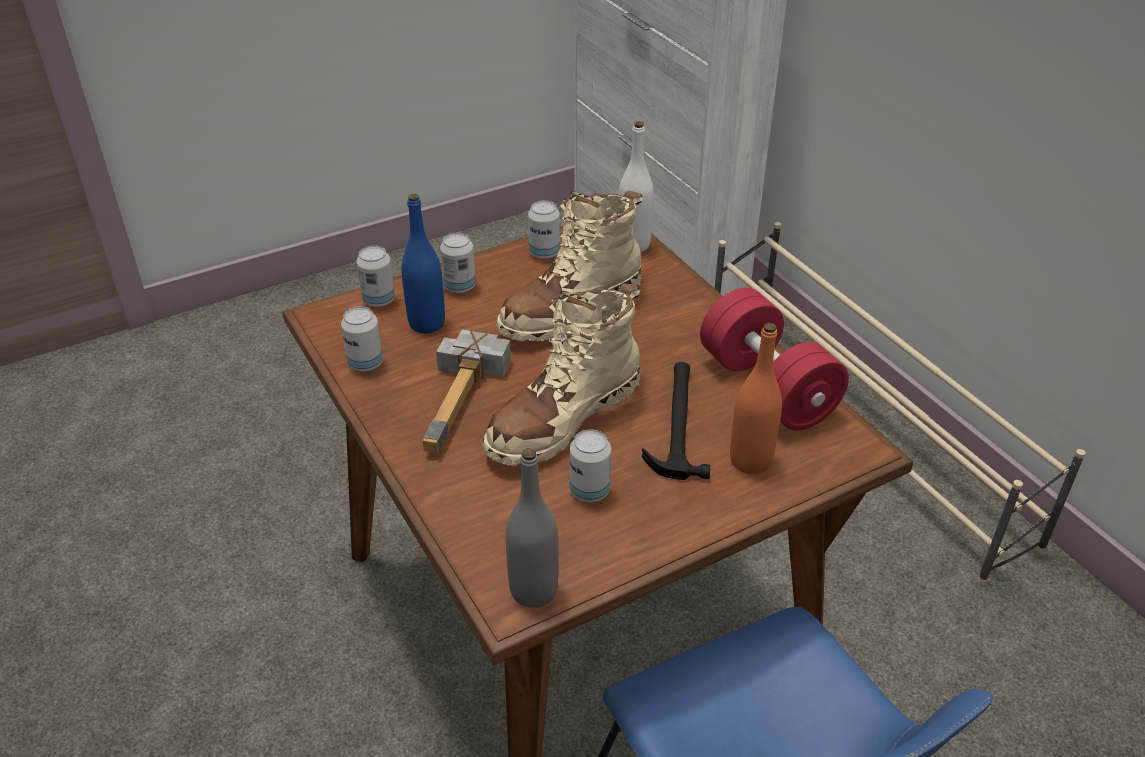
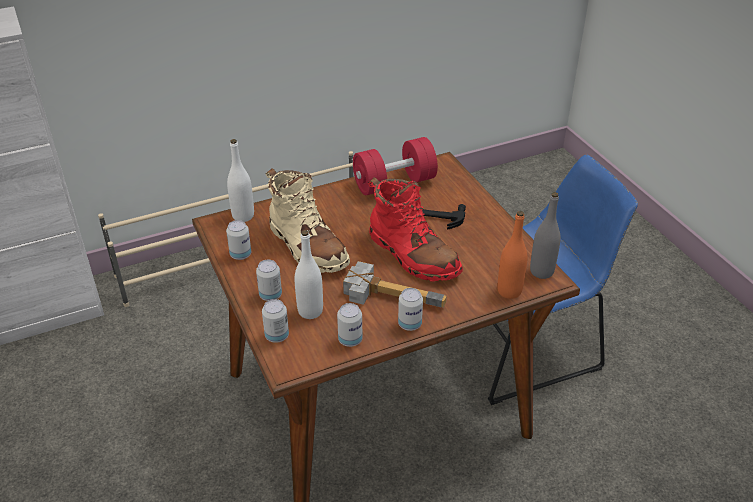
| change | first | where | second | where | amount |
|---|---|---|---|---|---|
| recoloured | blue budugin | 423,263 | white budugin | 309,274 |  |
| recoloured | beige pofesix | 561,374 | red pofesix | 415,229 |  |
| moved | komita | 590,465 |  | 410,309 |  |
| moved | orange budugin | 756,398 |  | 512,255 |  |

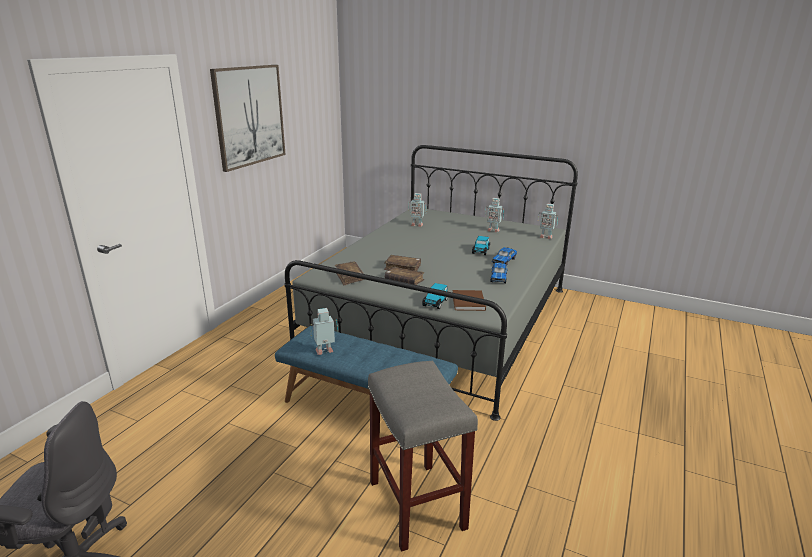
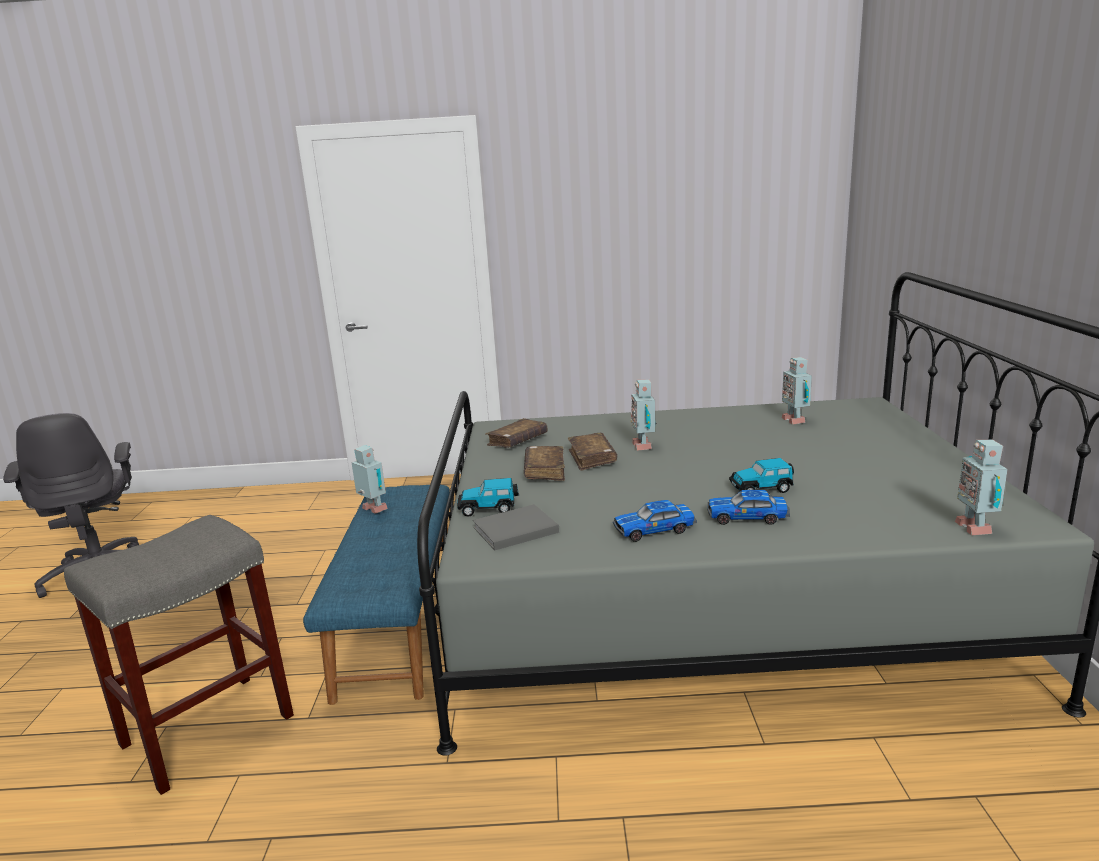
| change | first | where | second | where | amount |
|---|---|---|---|---|---|
| removed | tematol | 248,118 |  |  |  |
| recoloured | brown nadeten | 469,300 | grey nadeten | 516,527 |  |
| moved | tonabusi | 494,215 |  | 643,415 |  |

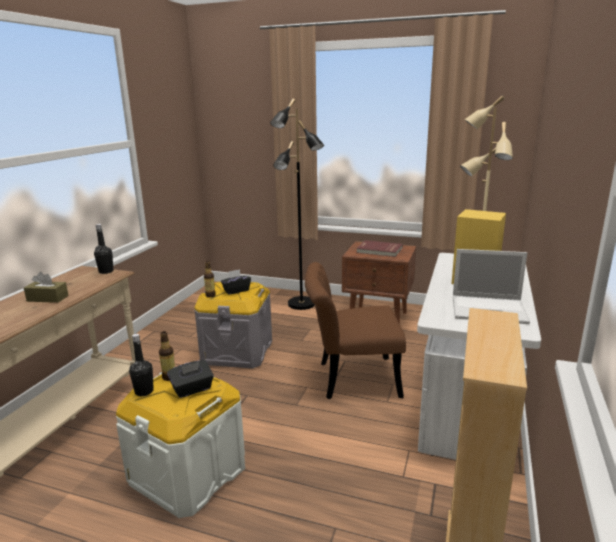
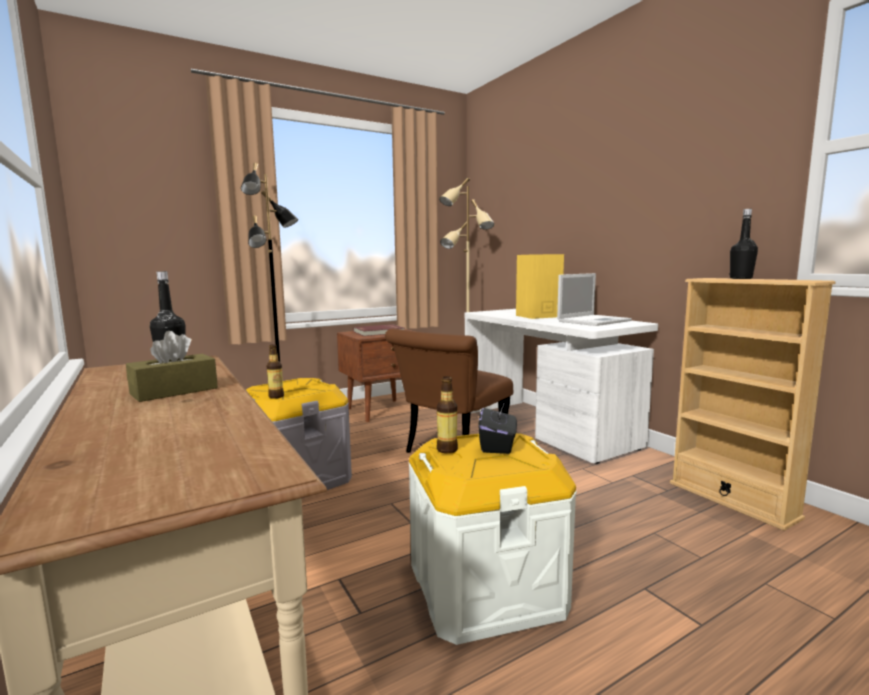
| change | first | where | second | where | amount |
|---|---|---|---|---|---|
| moved | black budugin | 141,365 |  | 743,244 |  |
| removed | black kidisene | 236,281 |  |  |  |

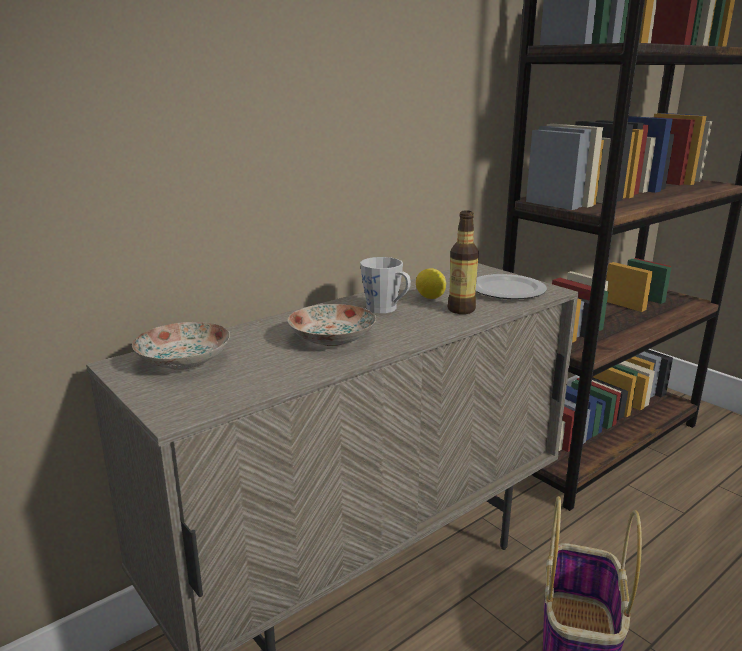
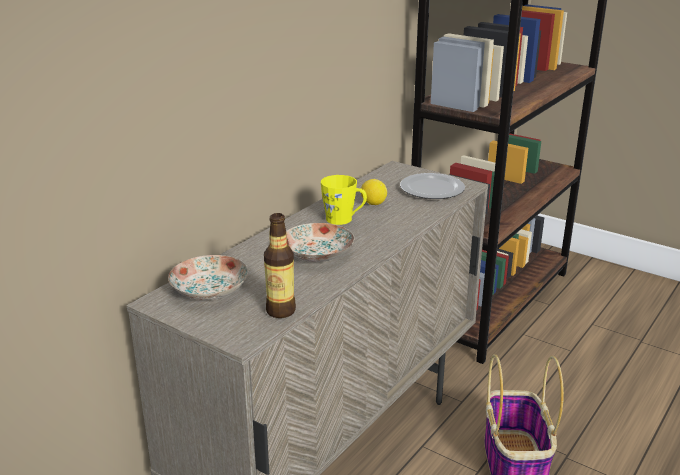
| change | first | where | second | where | amount |
|---|---|---|---|---|---|
| recoloured | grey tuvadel | 385,285 | yellow tuvadel | 344,200 |  |
| moved | budugin | 463,262 |  | 280,265 |  |

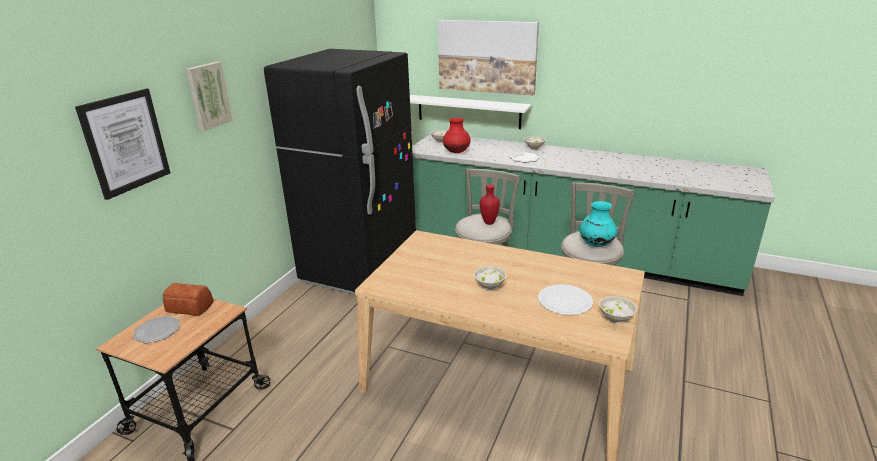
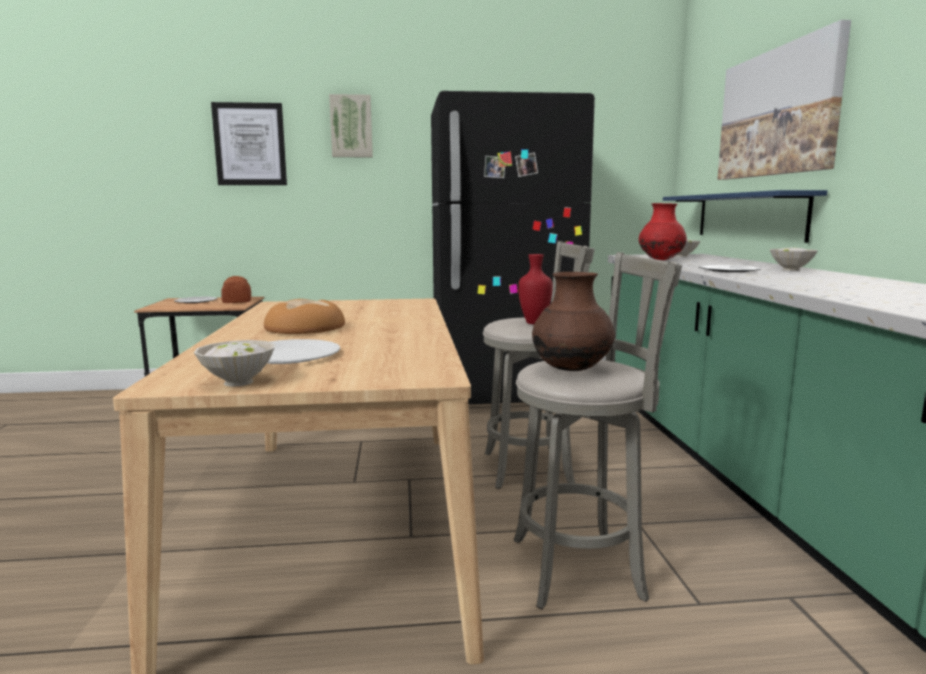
| change | first | where | second | where | amount |
|---|---|---|---|---|---|
| recoloured | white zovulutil | 471,112 | blue zovulutil | 745,216 |  |
| replaced | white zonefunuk | 490,278 | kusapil | 304,316 |  |
| recoloured | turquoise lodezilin | 598,224 | brown lodezilin | 573,321 |  |

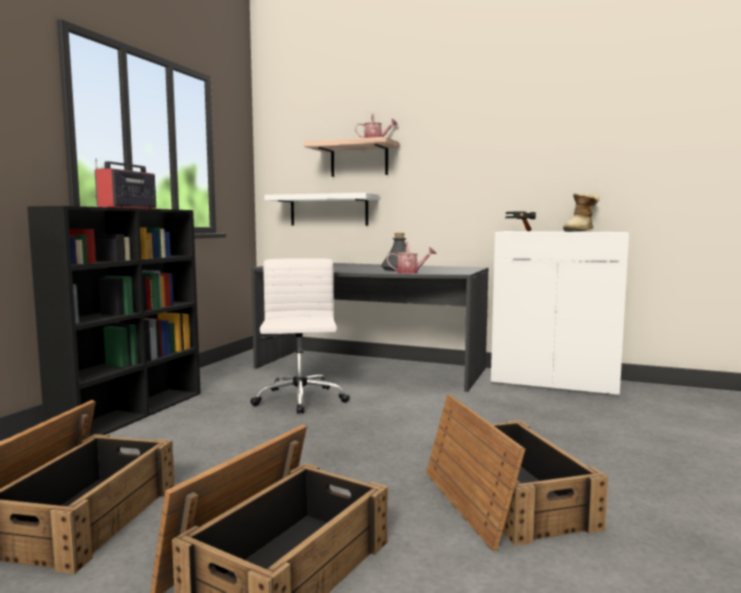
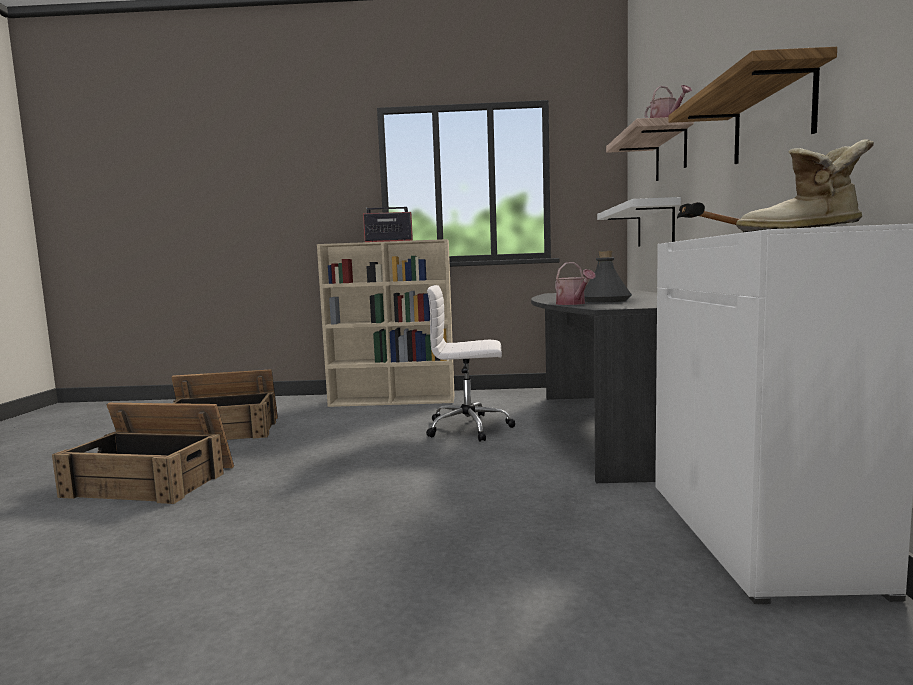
| change | first | where | second | where | amount |
|---|---|---|---|---|---|
| recoloured | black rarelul | 114,321 | beige rarelul | 386,323 |  |
| turned | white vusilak | 300,336 |  | 470,363 | 150 degrees counterclockwise |
| removed | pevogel | 517,472 |  |  |  |
| added |  |  | zovulutil | 753,105 |  |

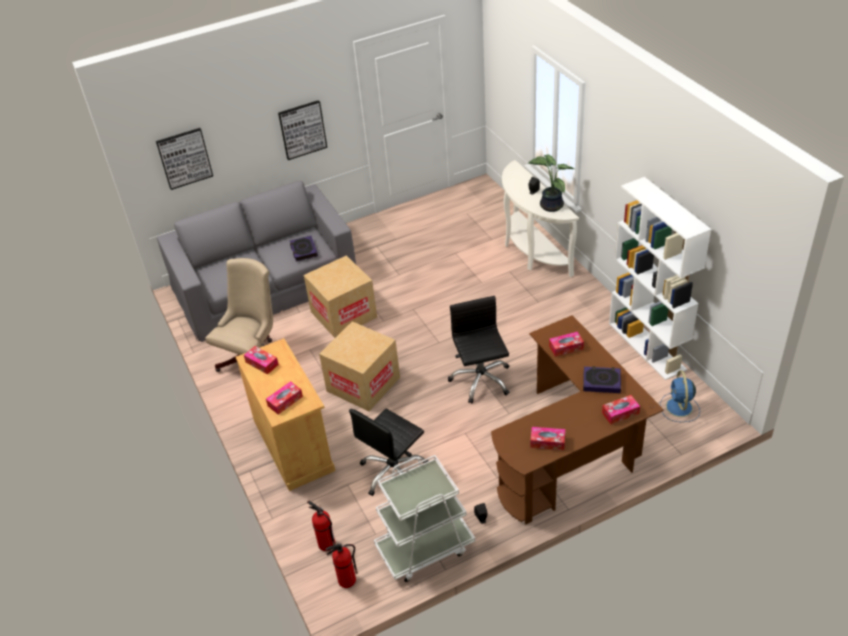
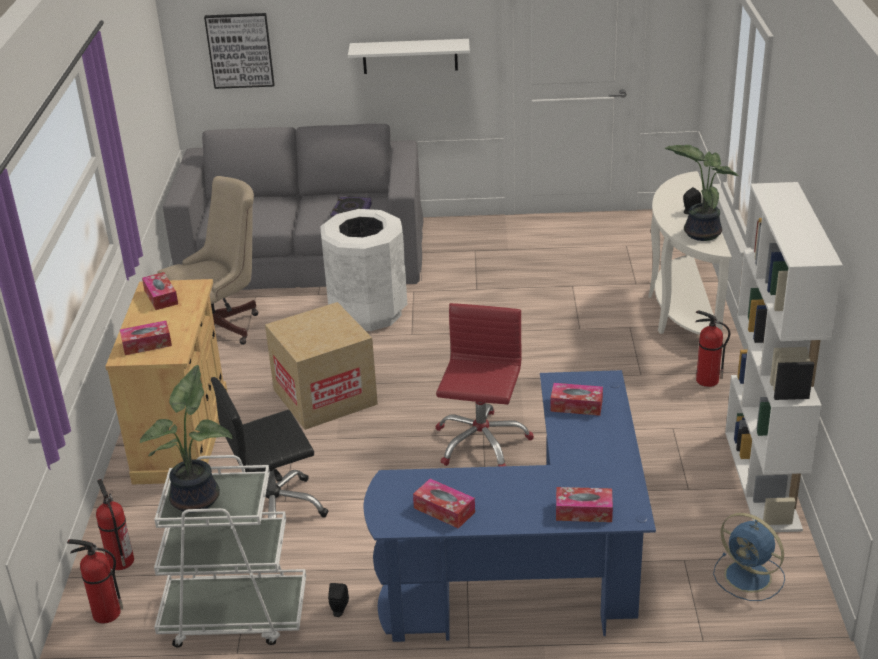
| change | first | where | second | where | amount |
|---|---|---|---|---|---|
| replaced | tematol | 302,130 | white zovulutil | 409,56 |  |
| replaced | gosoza | 340,296 | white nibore | 363,270 |  |
| recoloured | black vusilak | 478,349 | red vusilak | 484,385 |  |
| recoloured | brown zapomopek | 577,419 | blue zapomopek | 510,506 |  |
| removed | nadeten | 602,379 |  |  |  |
| turned | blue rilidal | 680,396 |  | 749,557 | 75 degrees counterclockwise |
| added |  |  | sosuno | 186,439 |  |
| added |  |  | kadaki | 713,348 |  |

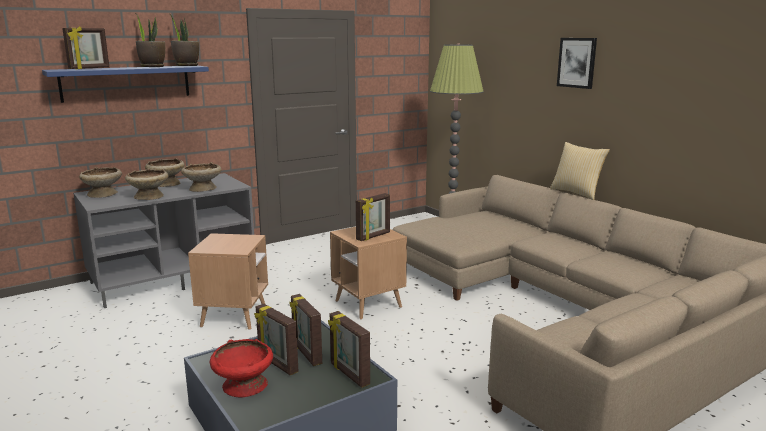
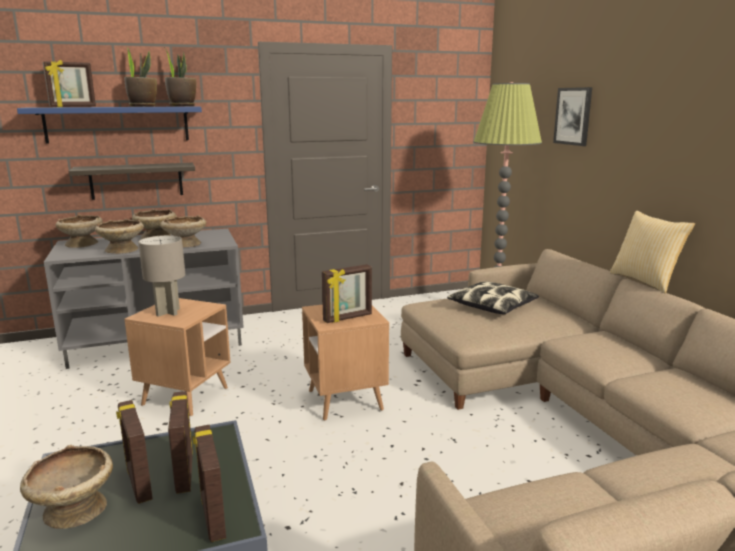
| change | first | where | second | where | amount |
|---|---|---|---|---|---|
| recoloured | red zonefunuk | 241,368 | beige zonefunuk | 66,487 |  |
| moved | tematol | 577,63 |  | 572,116 |  |
| added |  |  | zovulutil | 131,181 |  |
| added |  |  | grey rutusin | 161,276 |  |
| added |  |  | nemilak | 493,297 |  |

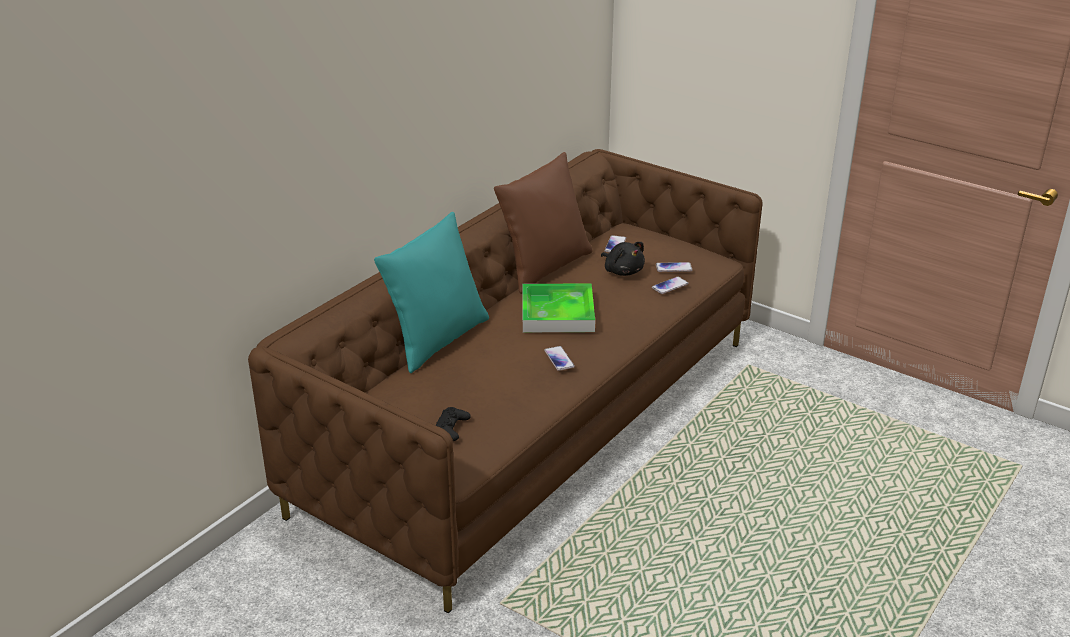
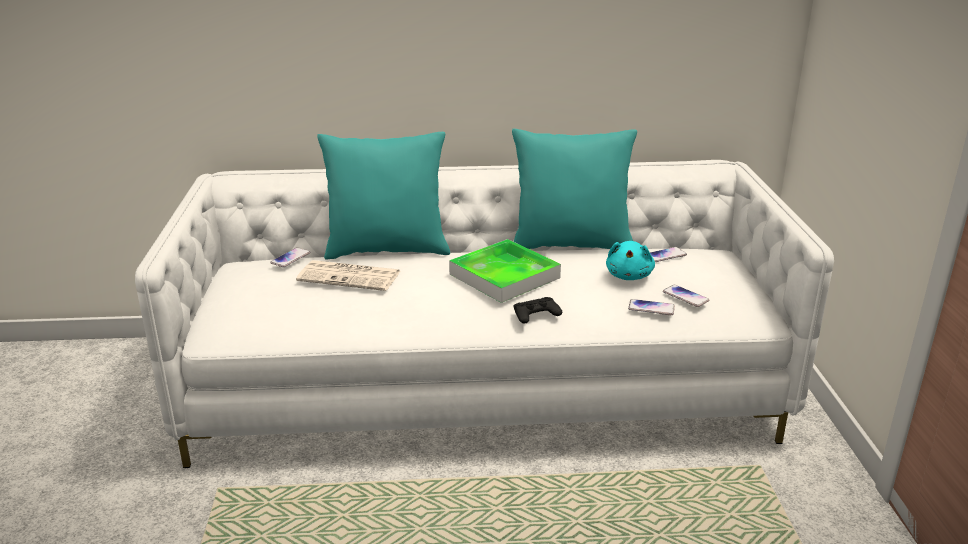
| change | first | where | second | where | amount |
|---|---|---|---|---|---|
| recoloured | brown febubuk | 505,381 | white febubuk | 484,314 |  |
| moved | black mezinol | 453,424 |  | 538,310 |  |
| recoloured | brown nemilak | 543,223 | turquoise nemilak | 574,189 |  |
| moved | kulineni | 559,358 |  | 290,257 |  |
| recoloured | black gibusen | 623,259 | turquoise gibusen | 630,260 |  |
| added |  |  | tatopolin | 348,275 |  |

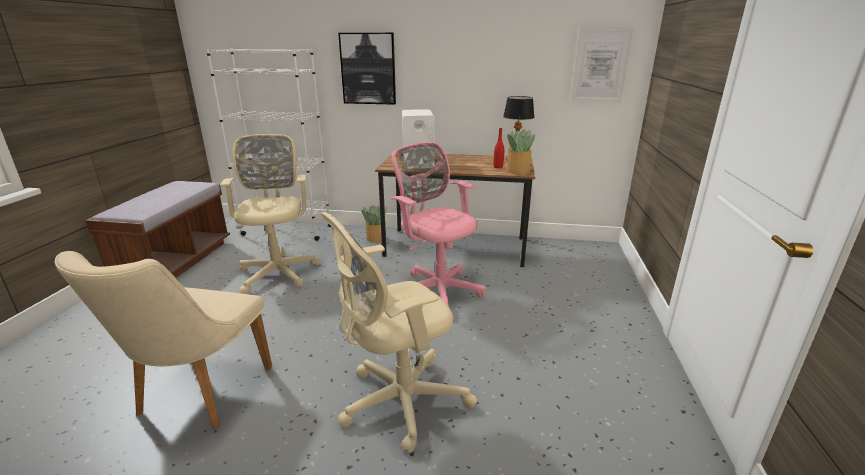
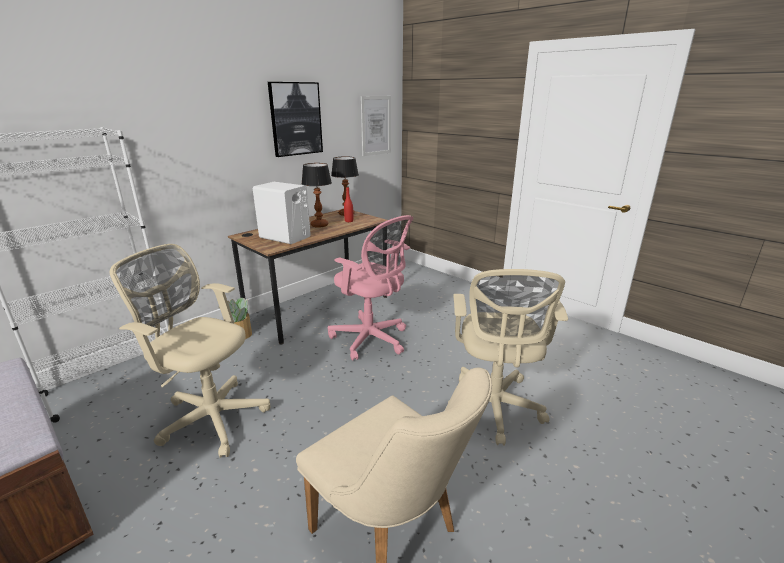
| change | first | where | second | where | amount |
|---|---|---|---|---|---|
| moved | tematol | 367,69 |  | 295,119 |  |
| turned | pink vusilak | 438,224 |  | 370,288 | 135 degrees counterclockwise |
| removed | sosuno | 521,151 |  |  |  |
| added |  |  | rutusin | 316,195 |  |

